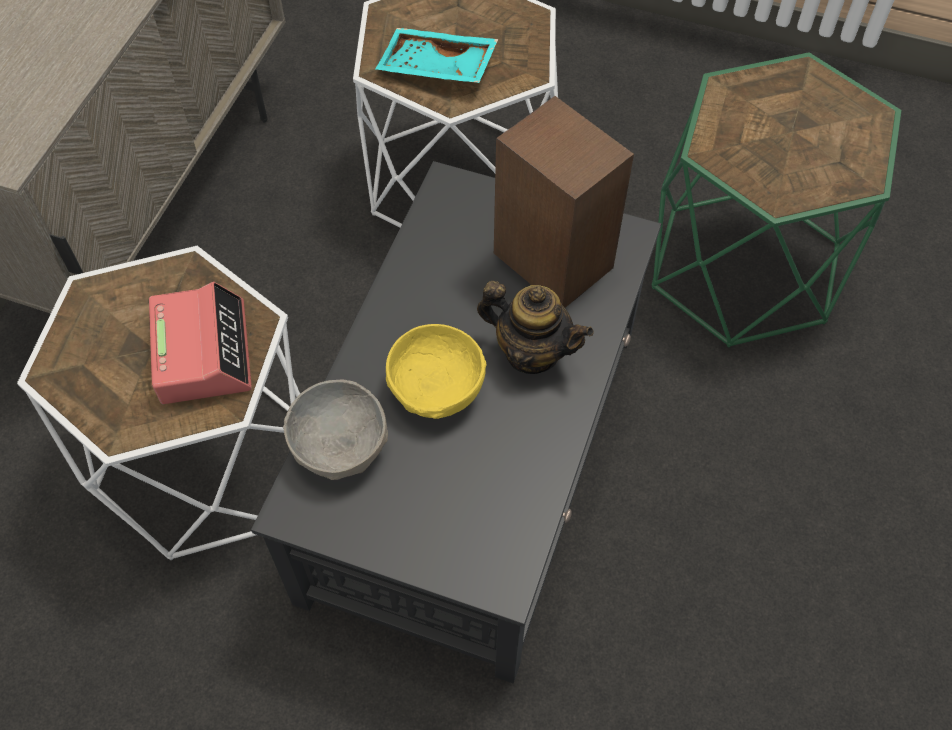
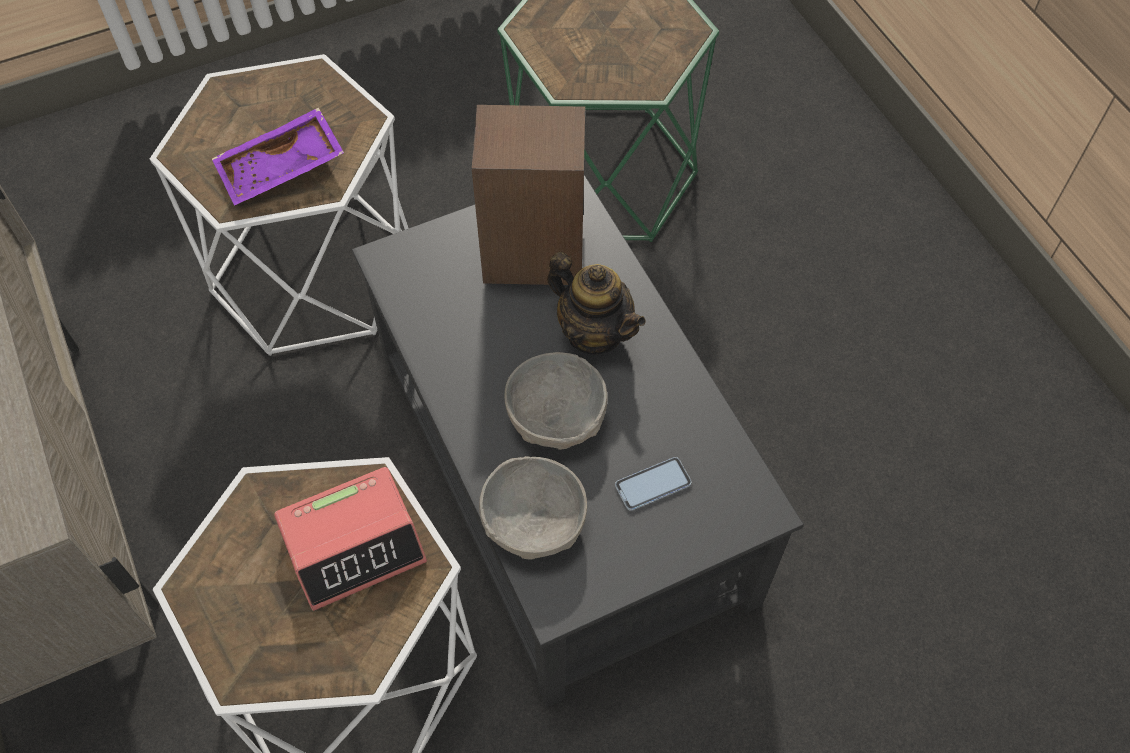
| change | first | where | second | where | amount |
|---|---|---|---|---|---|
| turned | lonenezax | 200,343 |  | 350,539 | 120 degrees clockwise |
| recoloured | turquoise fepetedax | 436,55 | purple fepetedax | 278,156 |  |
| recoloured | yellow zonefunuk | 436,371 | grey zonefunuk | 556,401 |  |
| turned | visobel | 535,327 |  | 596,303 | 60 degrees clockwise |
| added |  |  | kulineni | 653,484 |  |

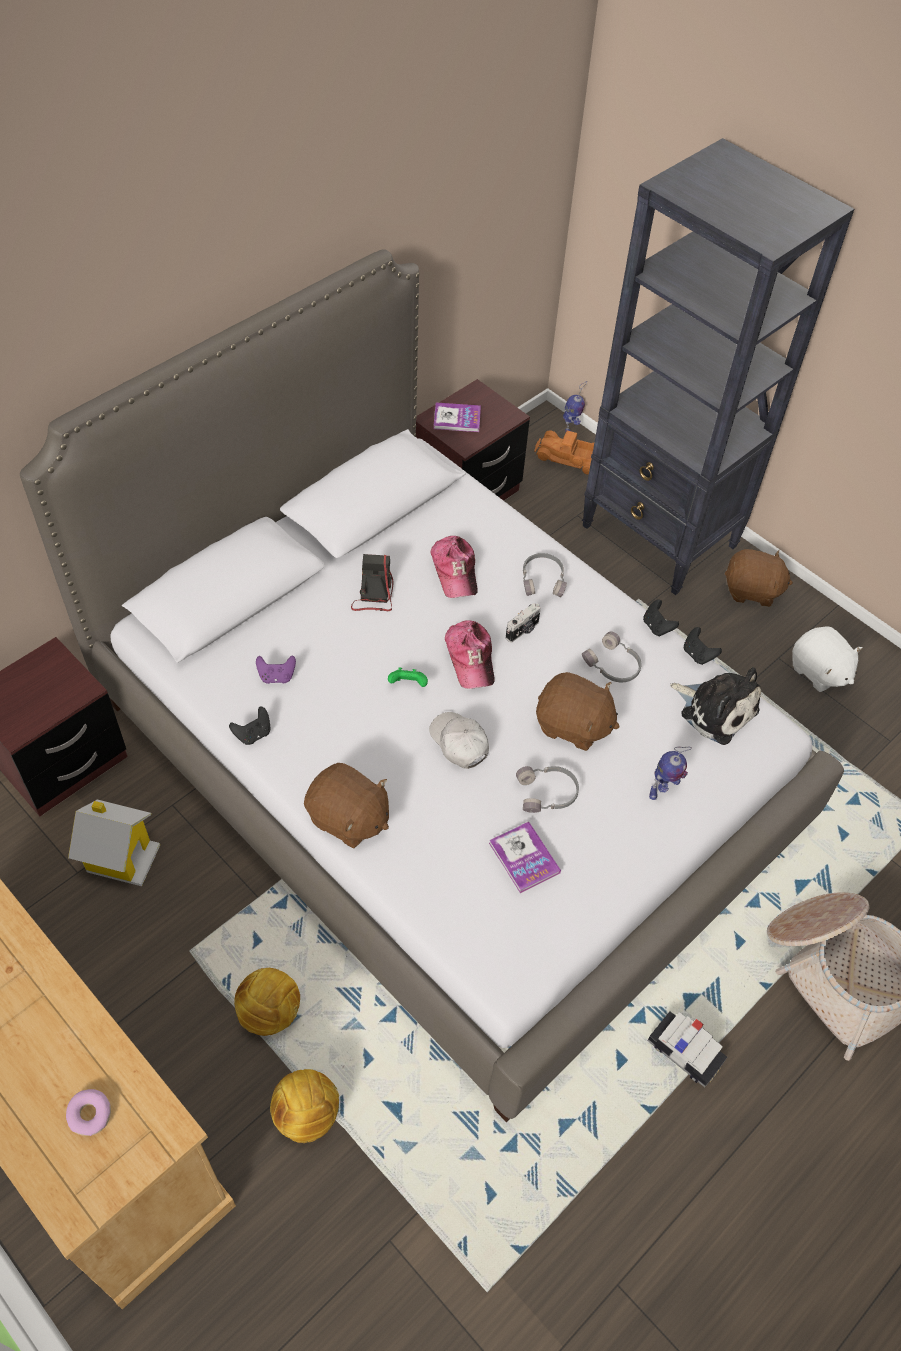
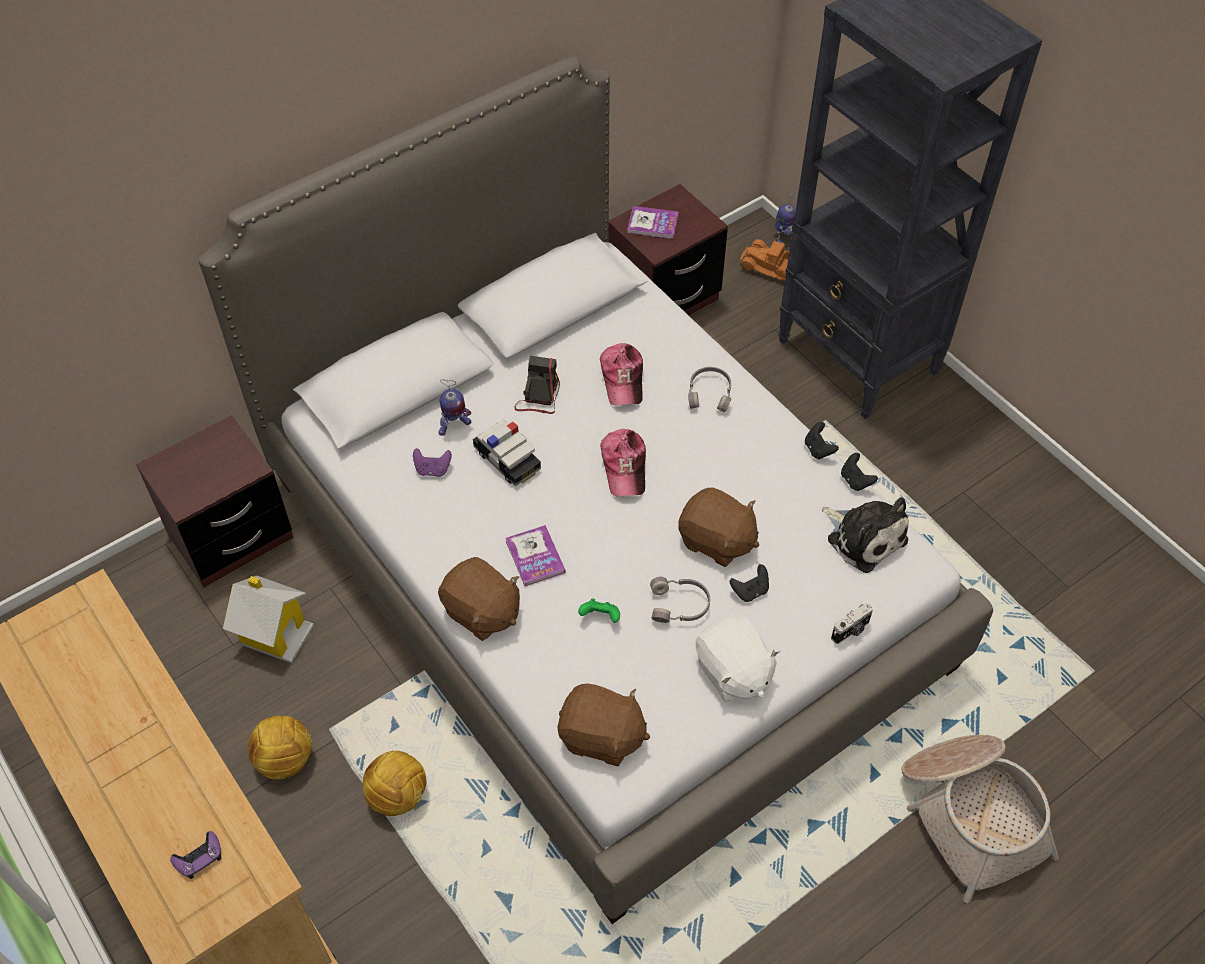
| change | first | where | second | where | amount |
|---|---|---|---|---|---|
| replaced | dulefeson | 88,1112 | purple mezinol | 195,855 |  |
| moved | black mezinol | 250,726 |  | 749,583 |  |
| moved | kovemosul | 304,1106 |  | 280,748 |  |
| moved | green mezinol | 408,677 |  | 599,611 |  |
| removed | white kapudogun | 459,740 |  |  |  |
| moved | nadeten | 525,857 |  | 535,555 |  |
| moved | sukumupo | 523,623 |  | 852,623 |  |
| removed | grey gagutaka | 611,657 |  |  |  |
| moved | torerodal | 687,1049 |  | 507,453 |  |
| moved | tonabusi | 670,773 |  | 454,408 |  |
| moved | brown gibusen | 759,578 |  | 604,724 |  |
| moved | white gibusen | 827,659 |  | 738,659 |  |

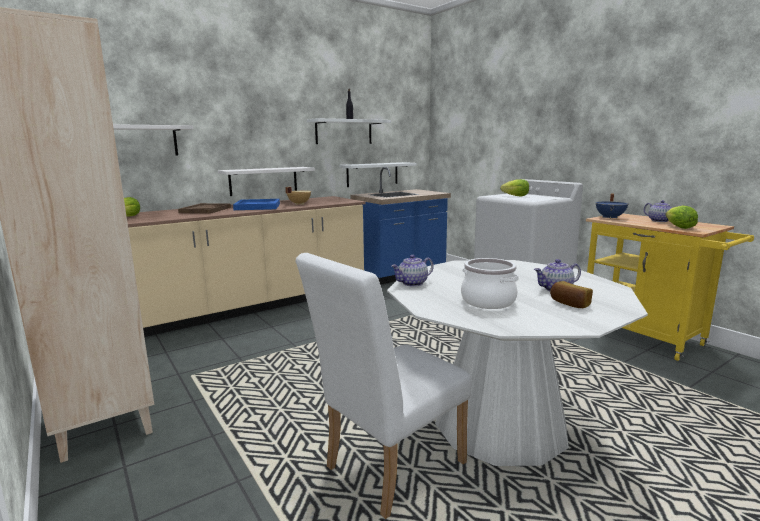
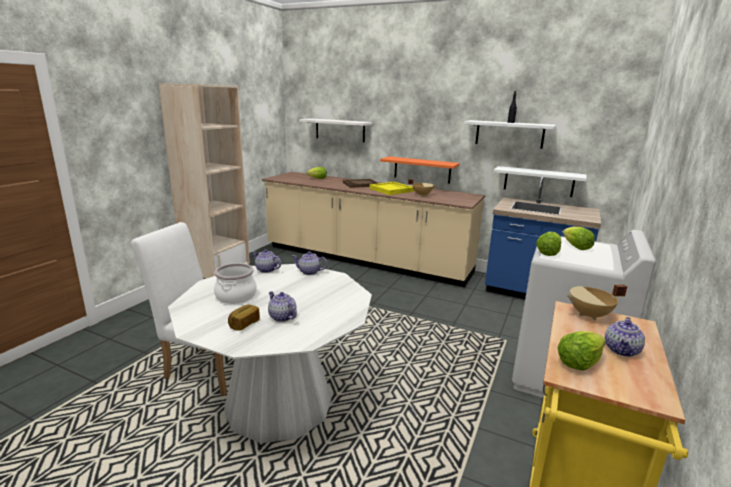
| change | first | where | second | where | amount |
|---|---|---|---|---|---|
| recoloured | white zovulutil | 266,181 | orange zovulutil | 420,170 |  |
| recoloured | blue fepetedax | 256,204 | yellow fepetedax | 391,188 |  |
| recoloured | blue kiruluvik | 612,206 | beige kiruluvik | 597,302 |  |
| added |  |  | visobel | 310,263 |  |
| added |  |  | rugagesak | 548,244 |  |

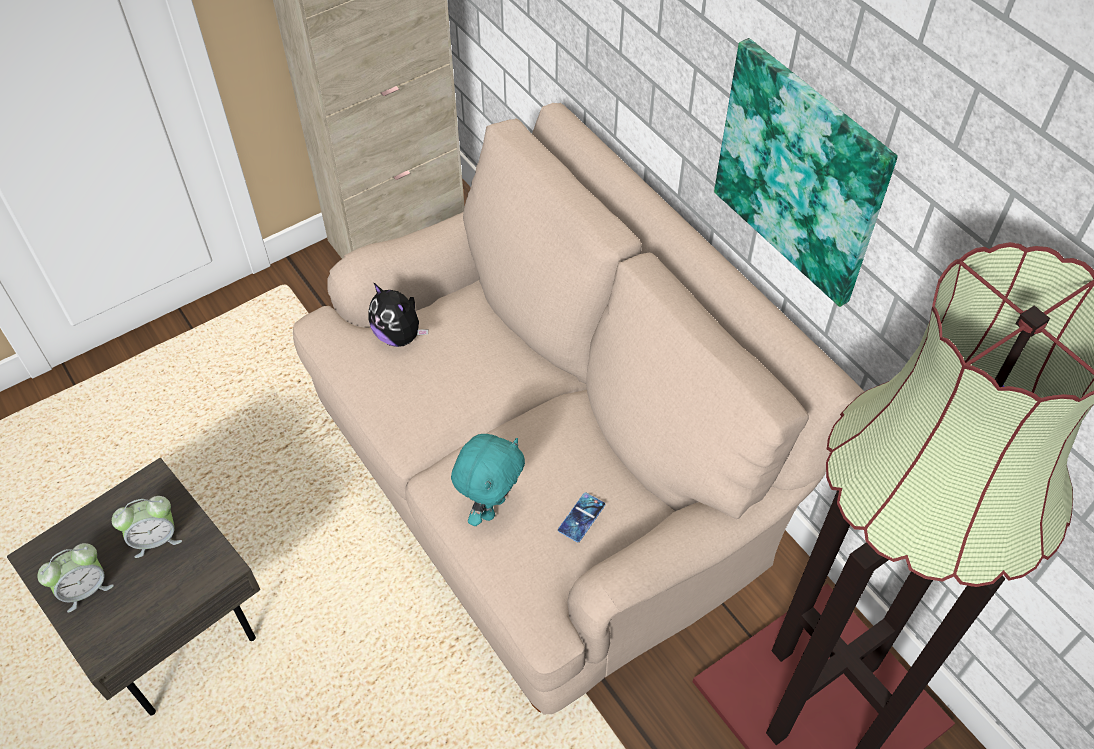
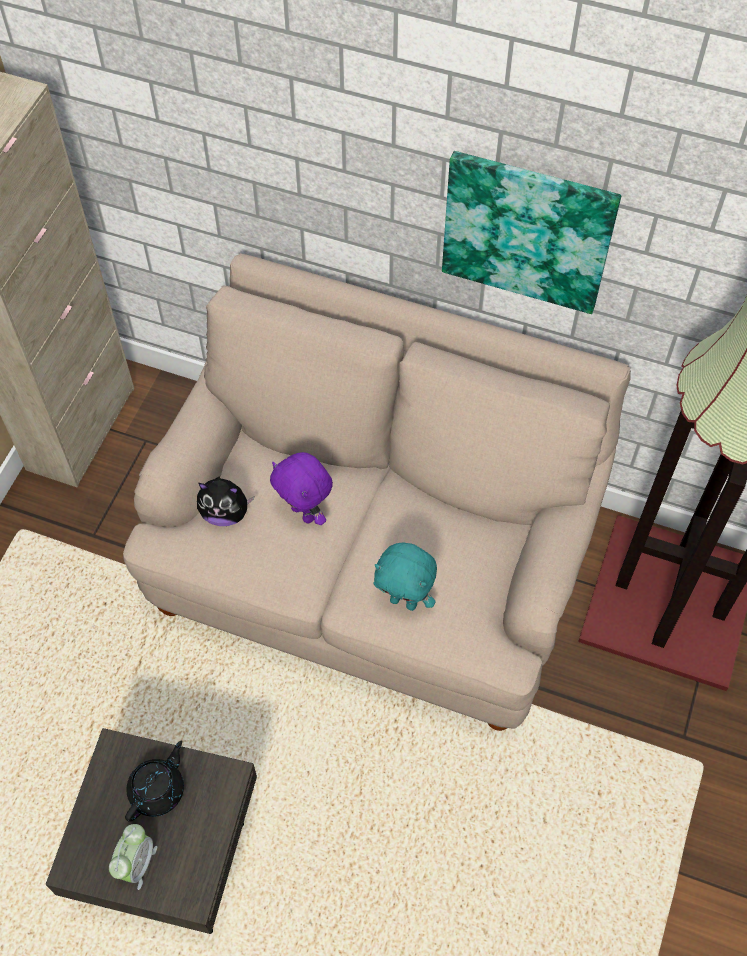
| change | first | where | second | where | amount |
|---|---|---|---|---|---|
| replaced | lonenezax | 147,527 | black visobel | 154,781 |  |
| turned | turquoise gibusen | 488,480 |  | 405,576 | 120 degrees clockwise |
| removed | kulineni | 581,517 |  |  |  |
| added |  |  | purple gibusen | 301,488 |  |

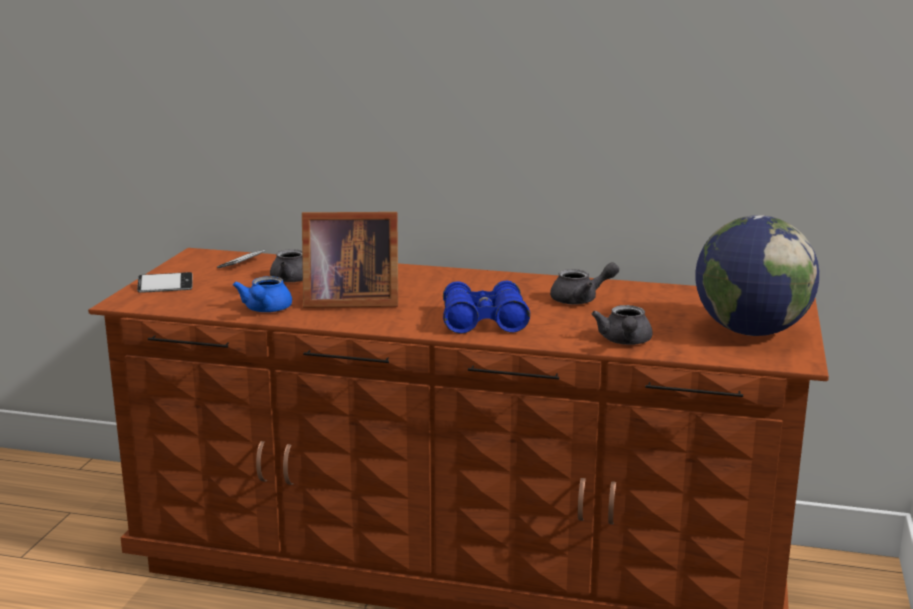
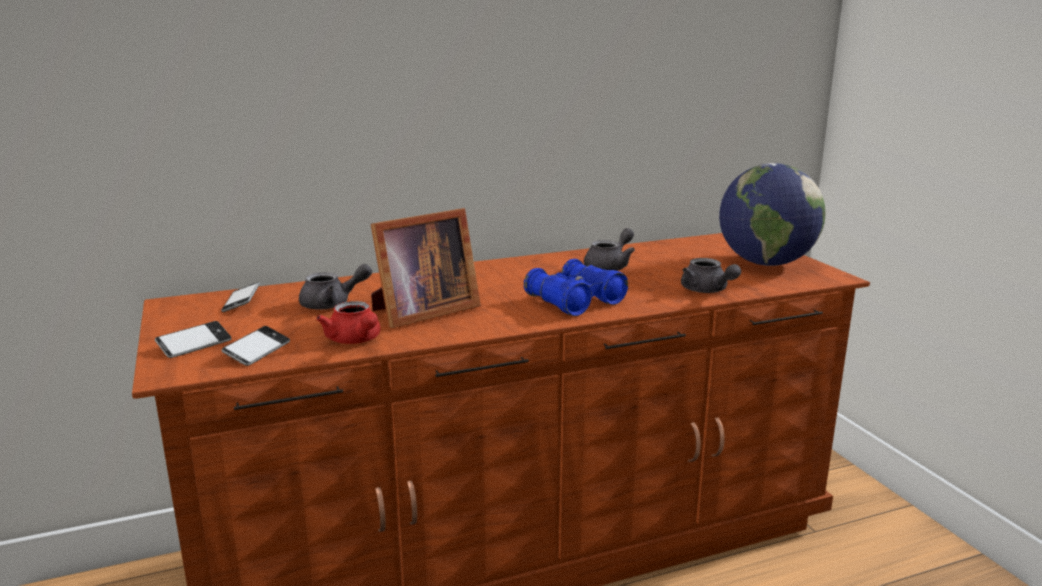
| change | first | where | second | where | amount |
|---|---|---|---|---|---|
| recoloured | blue visobel | 262,294 | red visobel | 348,322 |  |
| added |  |  | kulineni | 256,346 |  |

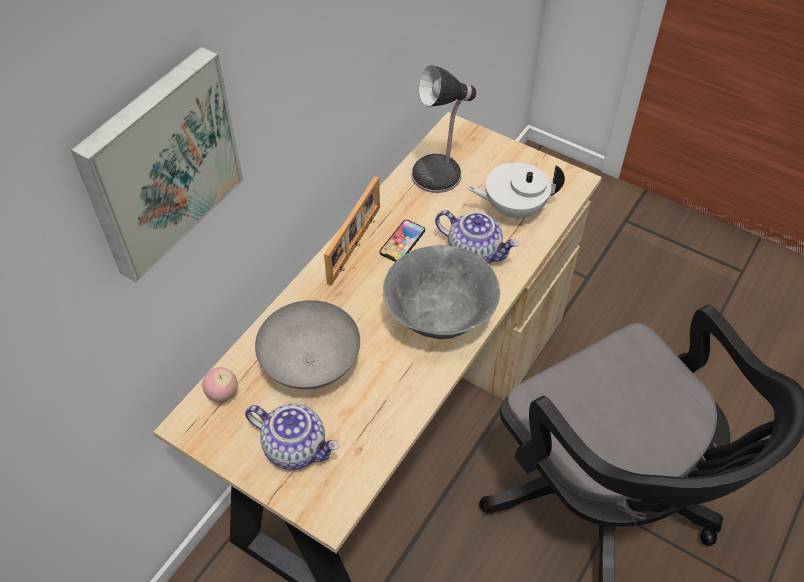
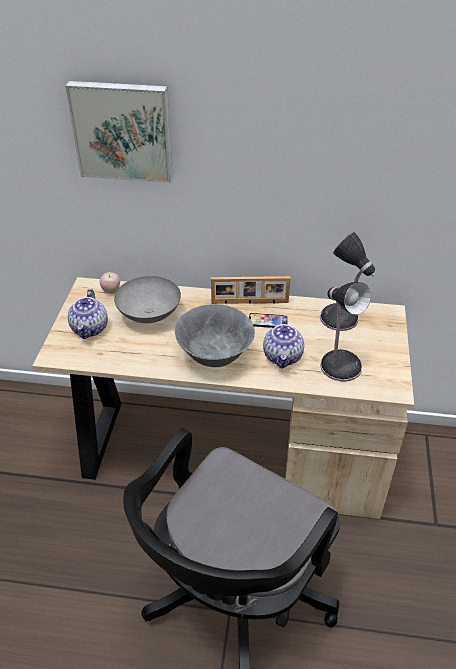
| change | first | where | second | where | amount |
|---|---|---|---|---|---|
| replaced | white visobel | 516,191 | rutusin | 345,332 |  |

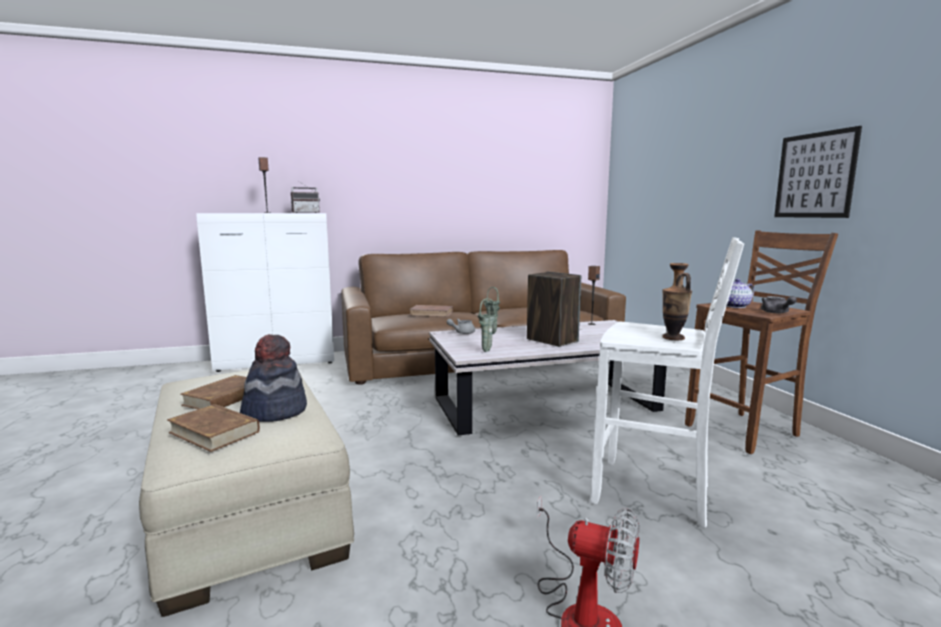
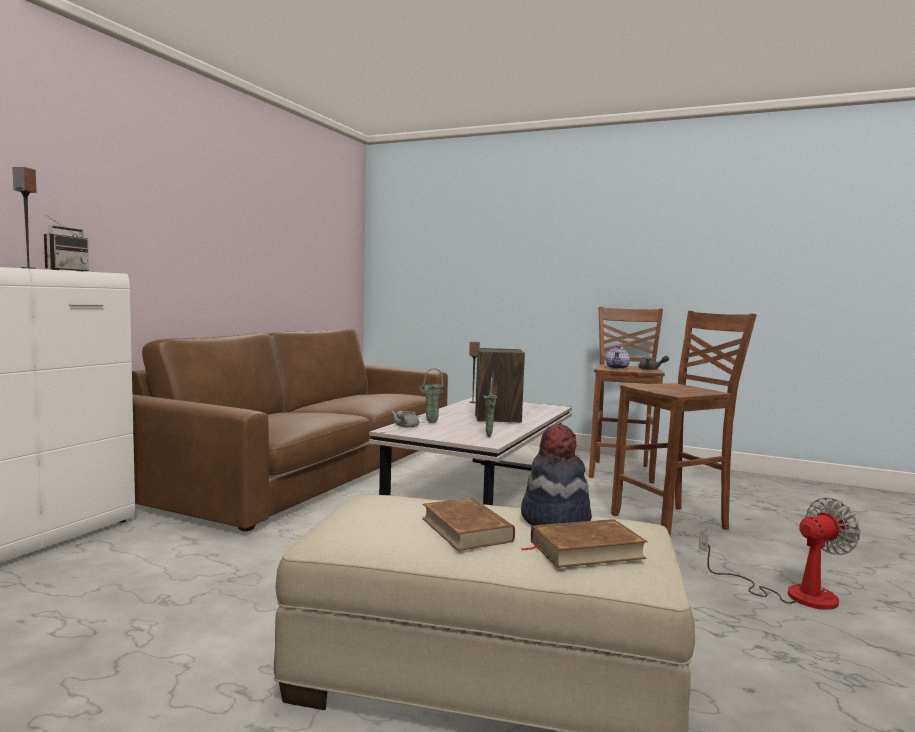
| change | first | where | second | where | amount |
|---|---|---|---|---|---|
| removed | brown nadeten | 431,311 |  |  |  |
| recoloured | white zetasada | 667,382 | brown zetasada | 684,423 |  |
| removed | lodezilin | 677,301 |  |  |  |
| removed | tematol | 818,172 |  |  |  |

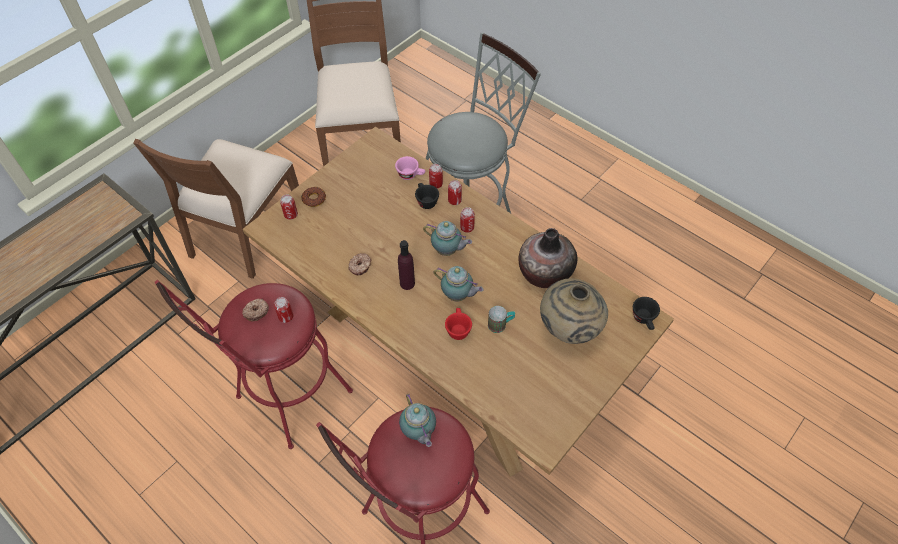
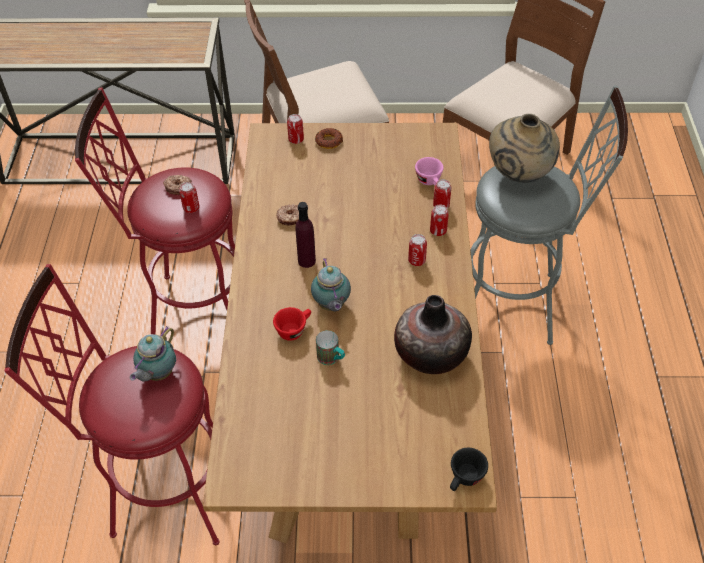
| change | first | where | second | where | amount |
|---|---|---|---|---|---|
| removed | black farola | 427,196 |  |  |  |
| removed | visobel | 447,238 |  |  |  |
| moved | beige lodezilin | 574,311 |  | 524,148 |  |

